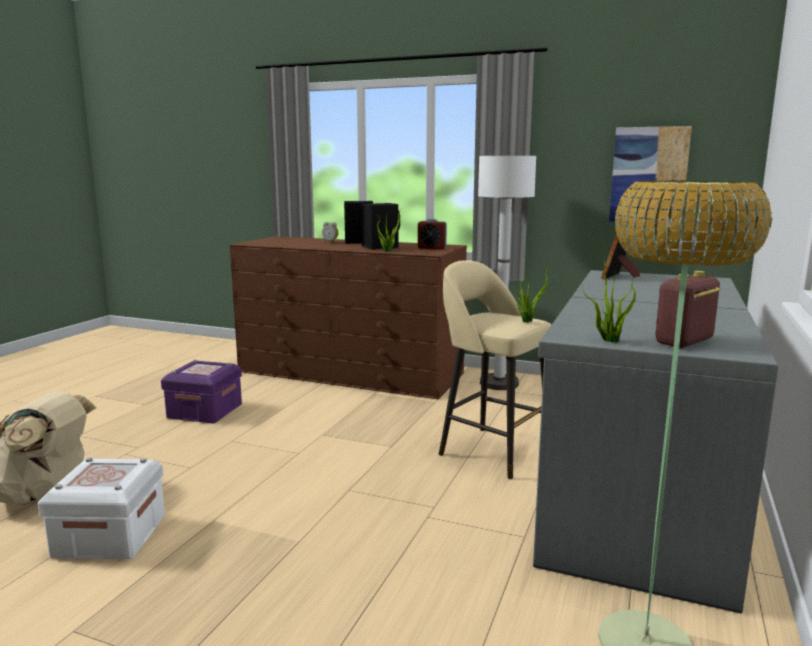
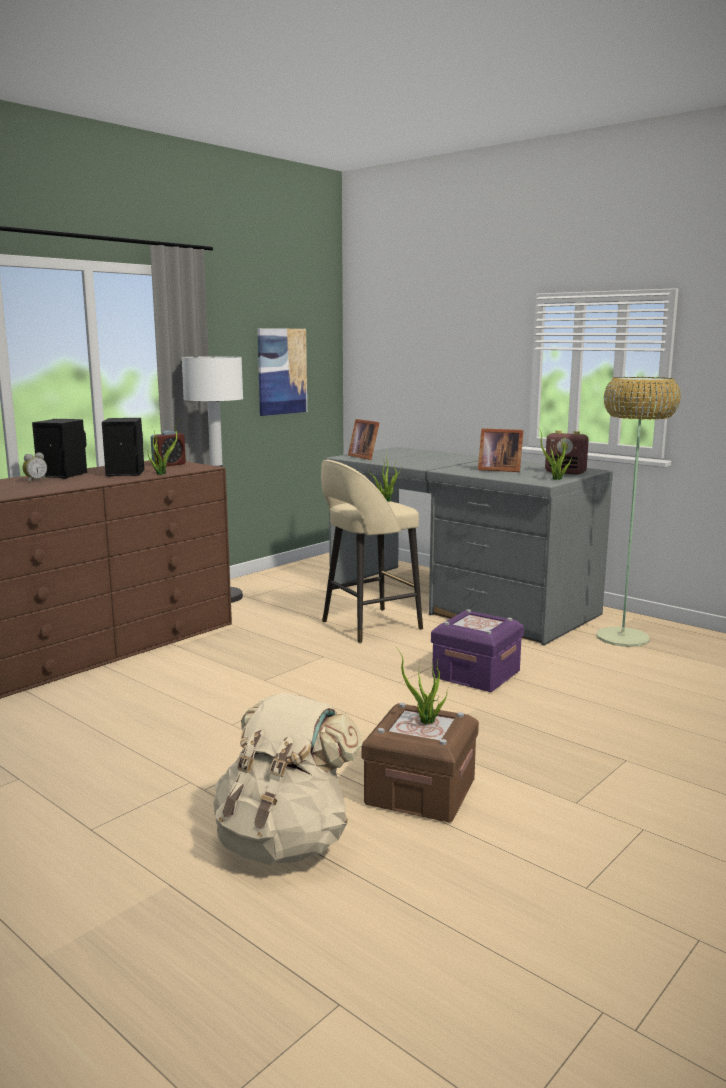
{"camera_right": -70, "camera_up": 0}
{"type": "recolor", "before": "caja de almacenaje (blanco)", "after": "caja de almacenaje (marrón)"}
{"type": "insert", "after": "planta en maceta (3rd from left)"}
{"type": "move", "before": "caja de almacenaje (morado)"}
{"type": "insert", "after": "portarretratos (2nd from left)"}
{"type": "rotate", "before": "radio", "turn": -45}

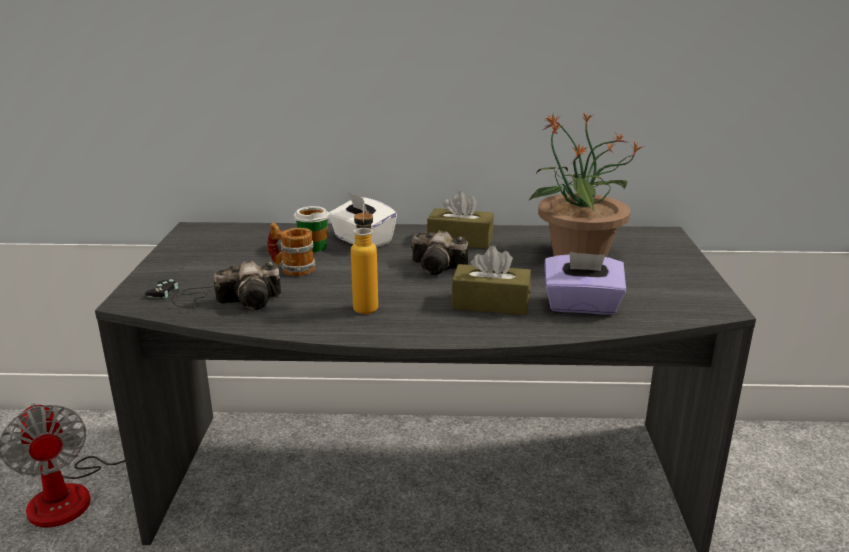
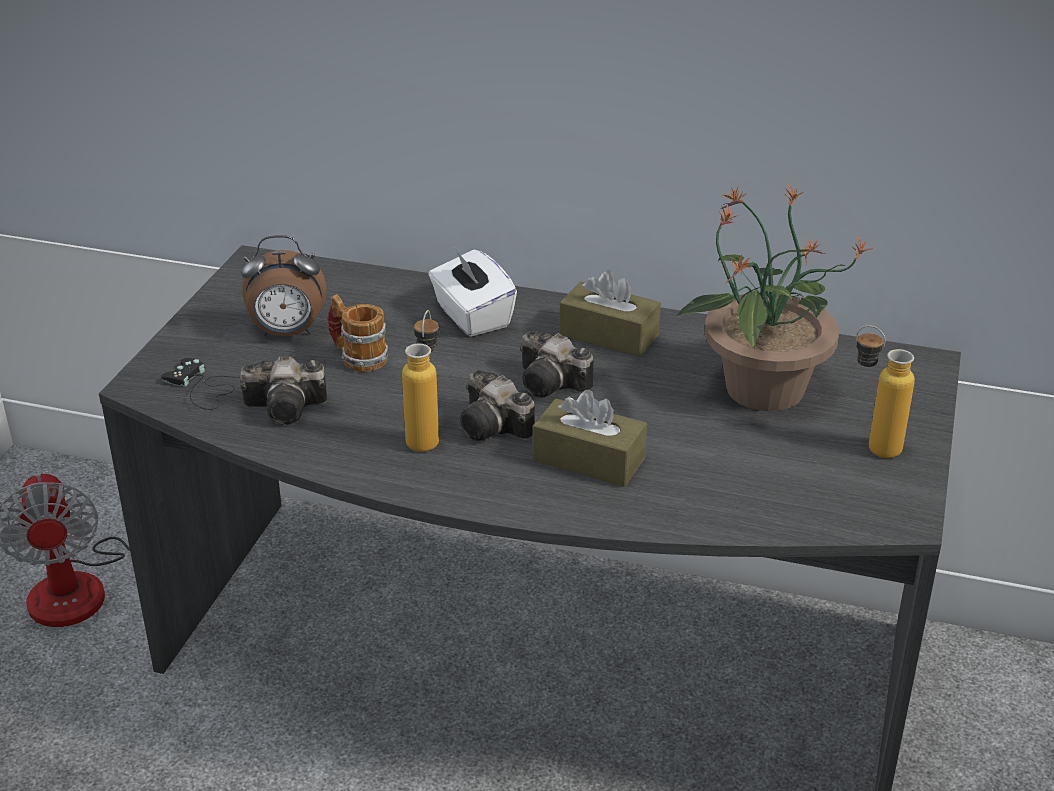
{"camera_right": 15, "camera_up": 10}
{"type": "insert", "after": "despertador"}
{"type": "insert", "after": "cámara (2nd from left)"}
{"type": "insert", "after": "botella (2nd from left)"}
{"type": "delete", "before": "taza"}
{"type": "delete", "before": "caja de pañuelos (morado)"}

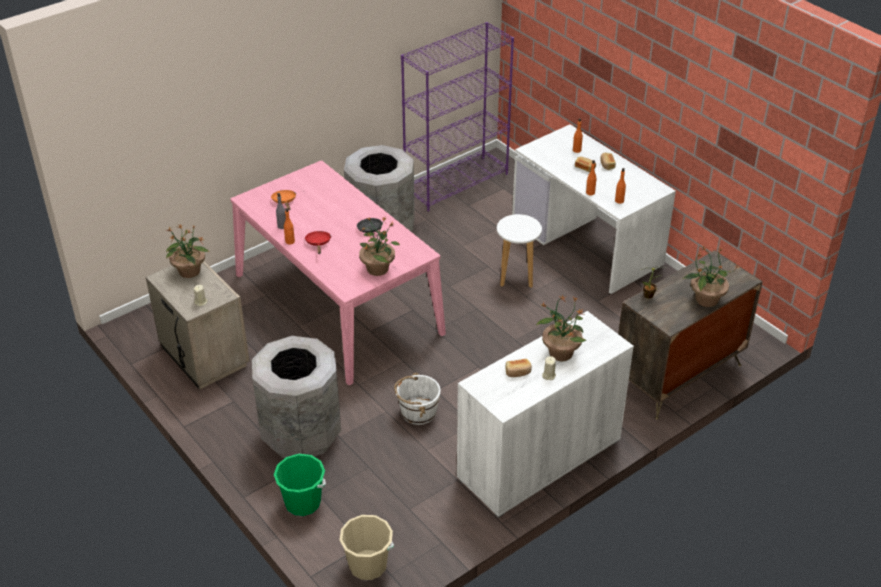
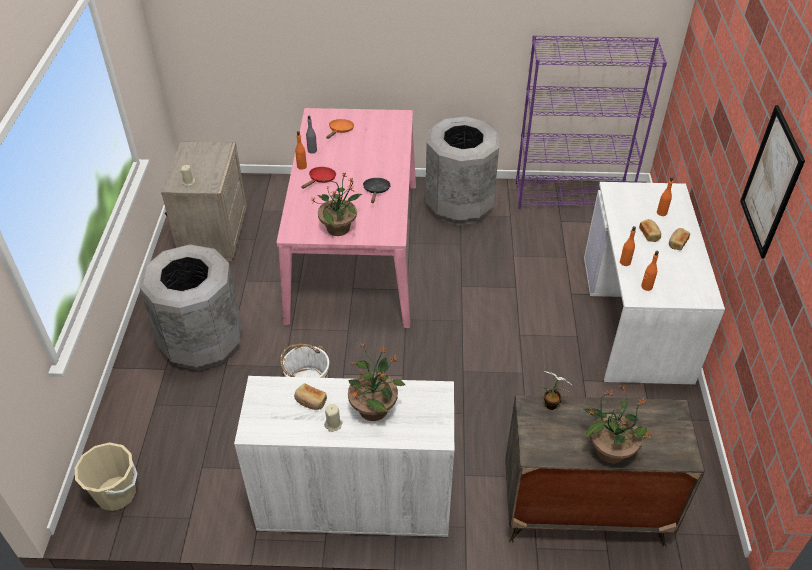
{"camera_right": 40, "camera_up": 5}
{"type": "insert", "after": "cuadro"}
{"type": "delete", "before": "planta en maceta (1st from left)"}
{"type": "delete", "before": "cubo (verde)"}
{"type": "delete", "before": "taburete (blanco)"}

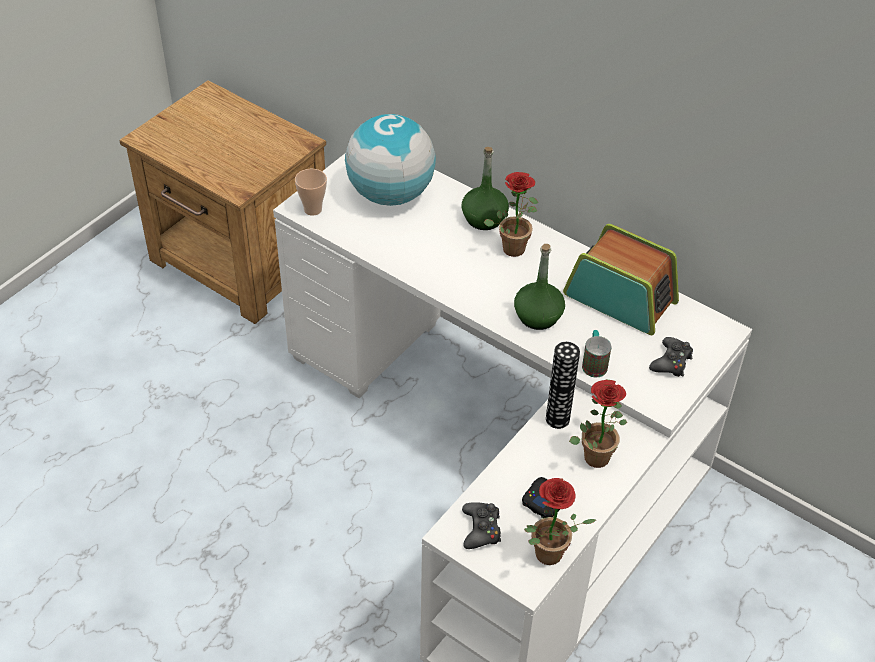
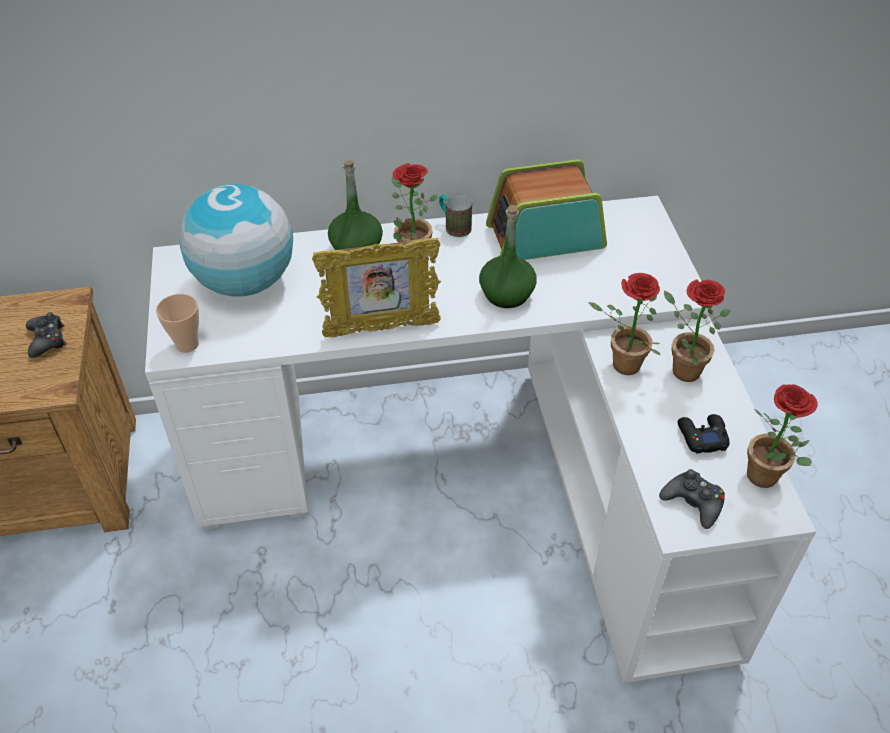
{"camera_right": -45, "camera_up": 0}
{"type": "move", "before": "mando de consola (negro) (3rd from left in the first image)", "after": "mando de consola (negro) (1st from left)"}
{"type": "insert", "after": "portarretratos"}
{"type": "move", "before": "taza grande"}
{"type": "replace", "before": "florero", "after": "planta en maceta (2nd from left)"}

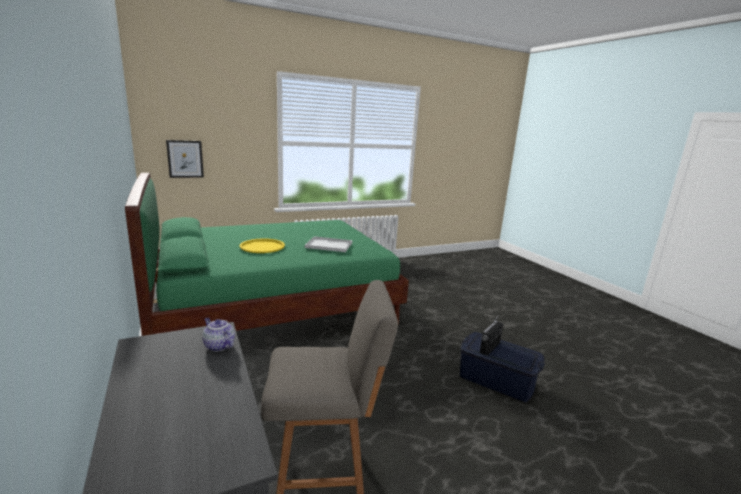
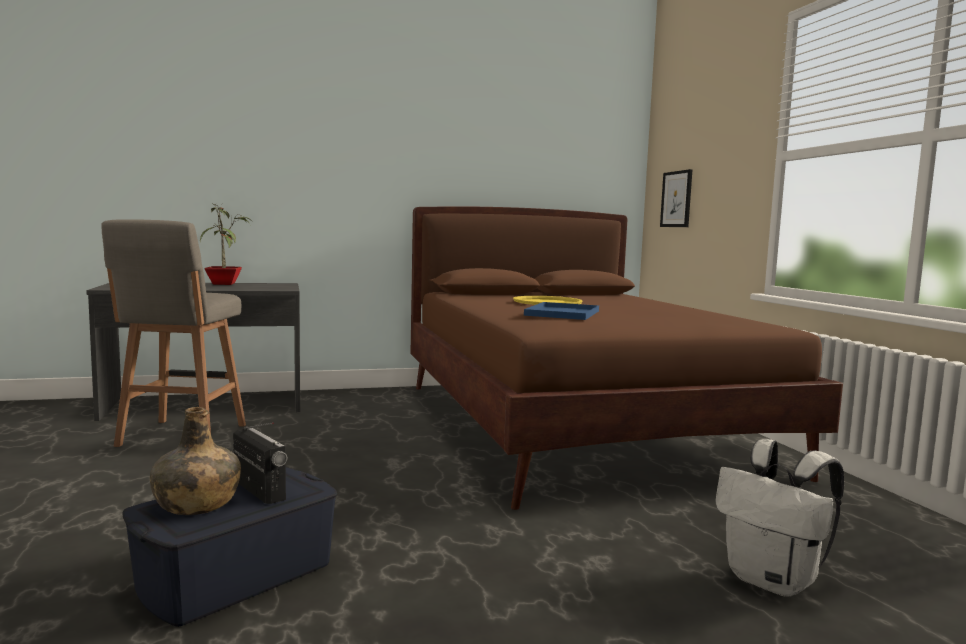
{"camera_right": 100, "camera_up": -10}
{"type": "insert", "after": "botella (verde)"}
{"type": "insert", "after": "planta en maceta"}
{"type": "recolor", "before": "cama (verde)", "after": "cama (marrón)"}
{"type": "recolor", "before": "bandeja (blanco)", "after": "bandeja (azul)"}
{"type": "insert", "after": "mochila (blanco)"}
{"type": "delete", "before": "tetera"}

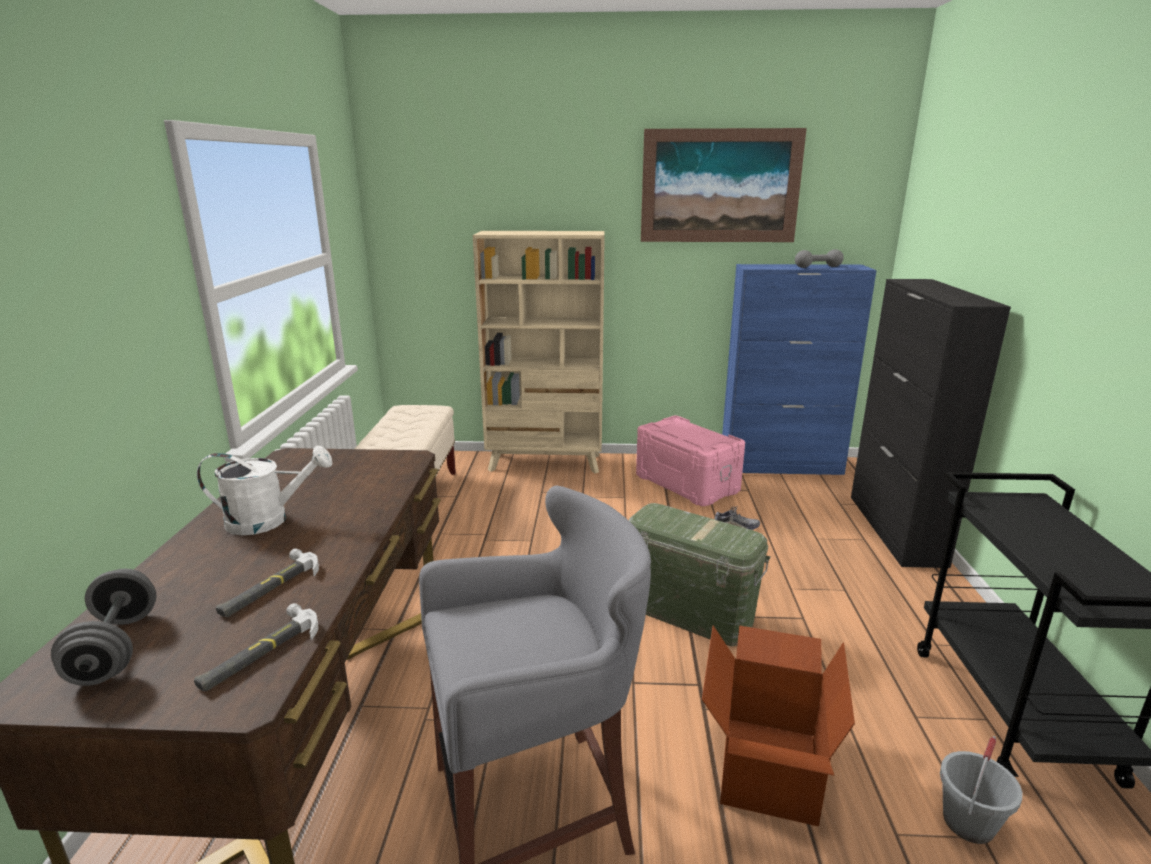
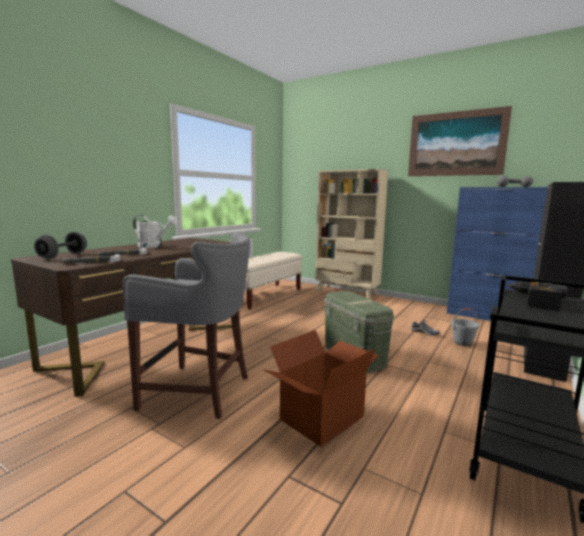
{"camera_right": 30, "camera_up": -10}
{"type": "move", "before": "cubo (gris)"}
{"type": "insert", "after": "taladro"}
{"type": "delete", "before": "caja de almacenaje (rosa)"}

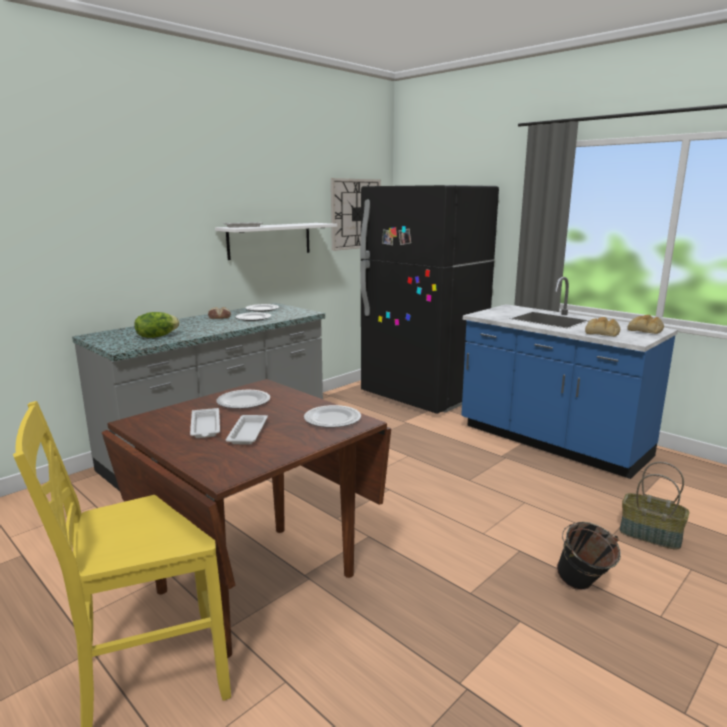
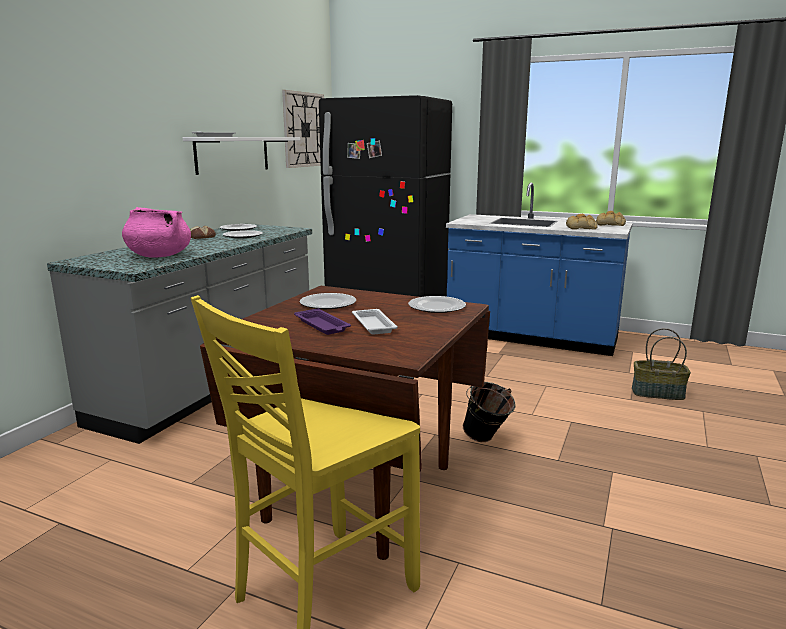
{"camera_right": -20, "camera_up": 0}
{"type": "replace", "before": "lechuga", "after": "olla (rosa)"}
{"type": "recolor", "before": "bandeja (blanco) (1st from left)", "after": "bandeja (morado)"}
{"type": "move", "before": "cubo (negro)"}

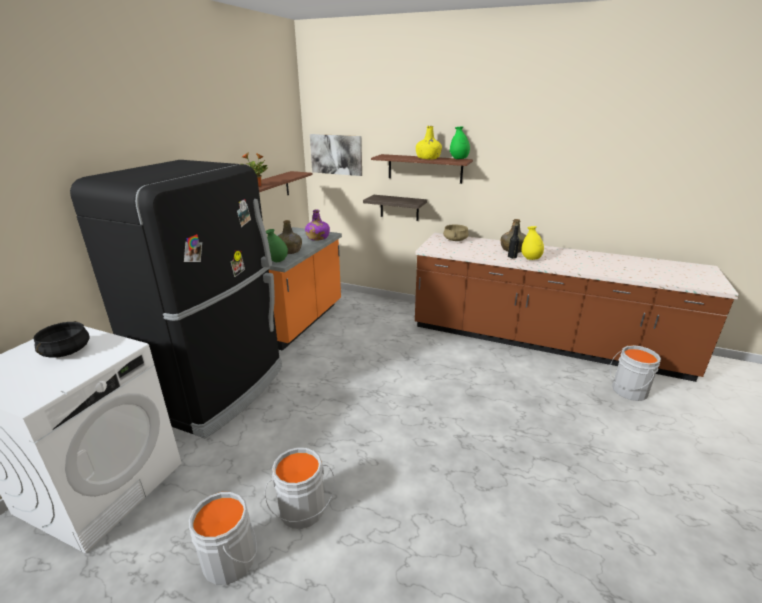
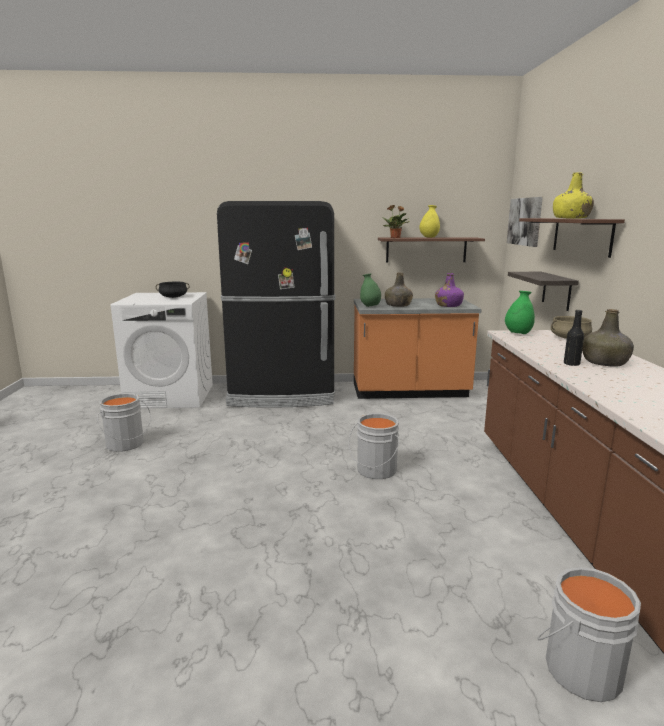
{"camera_right": 65, "camera_up": -10}
{"type": "move", "before": "cubo (gris) (2nd from left)"}
{"type": "move", "before": "florero (amarillo)"}
{"type": "move", "before": "florero (verde) (2nd from left)"}

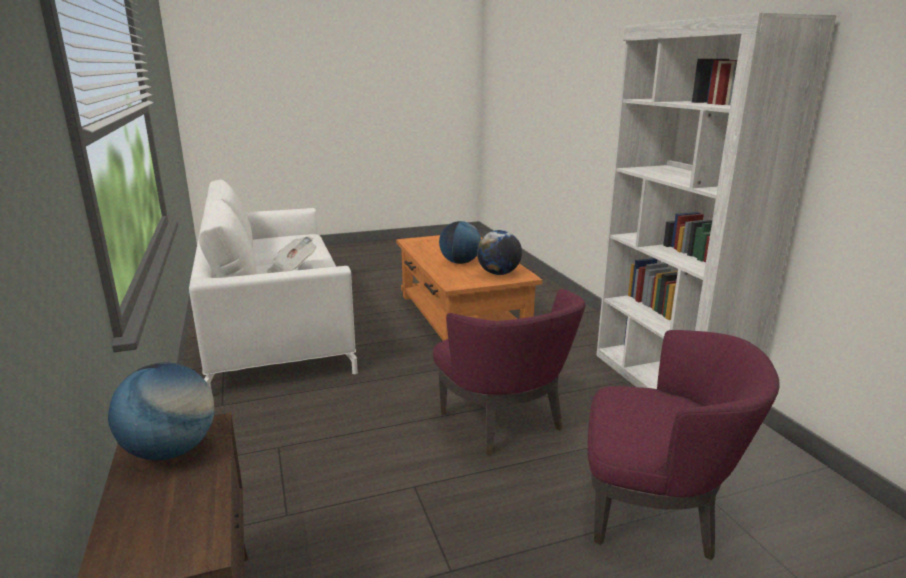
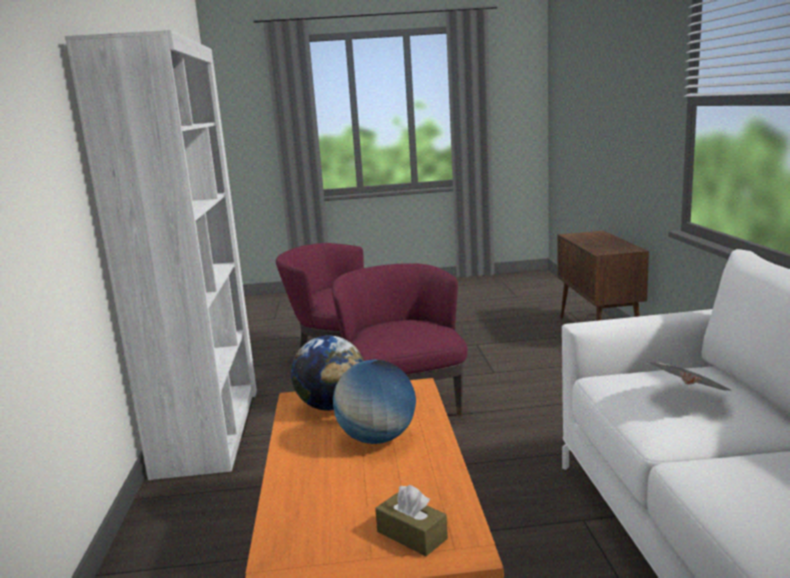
{"camera_right": -165, "camera_up": -5}
{"type": "insert", "after": "caja de pañuelos (marrón)"}
{"type": "delete", "before": "globo terráqueo (1st from left)"}

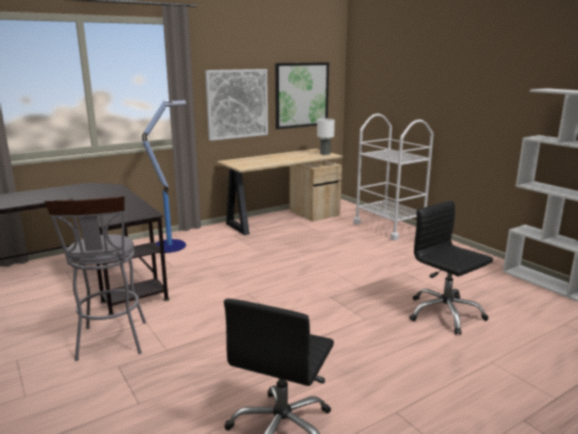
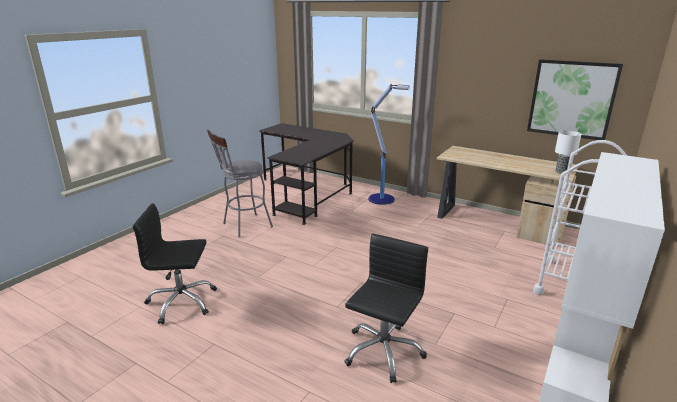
{"camera_right": 65, "camera_up": 5}
{"type": "delete", "before": "cuadro (1st from left)"}

